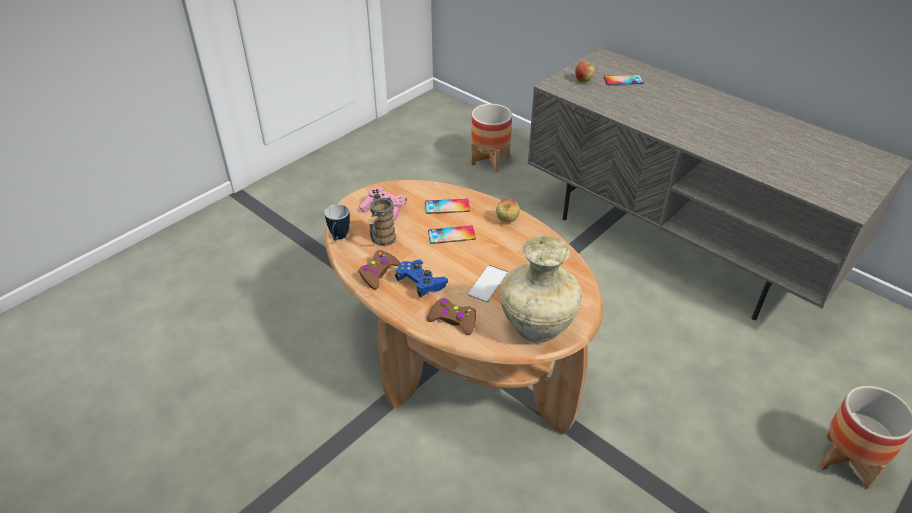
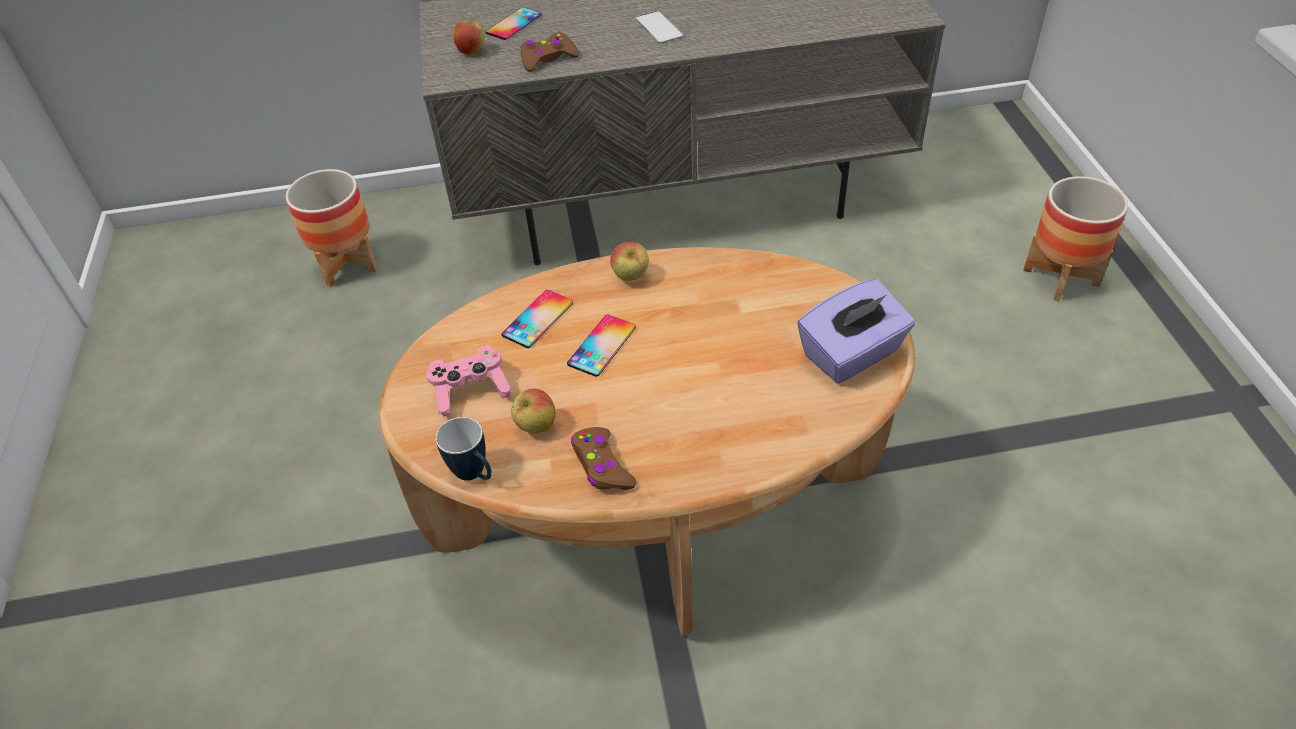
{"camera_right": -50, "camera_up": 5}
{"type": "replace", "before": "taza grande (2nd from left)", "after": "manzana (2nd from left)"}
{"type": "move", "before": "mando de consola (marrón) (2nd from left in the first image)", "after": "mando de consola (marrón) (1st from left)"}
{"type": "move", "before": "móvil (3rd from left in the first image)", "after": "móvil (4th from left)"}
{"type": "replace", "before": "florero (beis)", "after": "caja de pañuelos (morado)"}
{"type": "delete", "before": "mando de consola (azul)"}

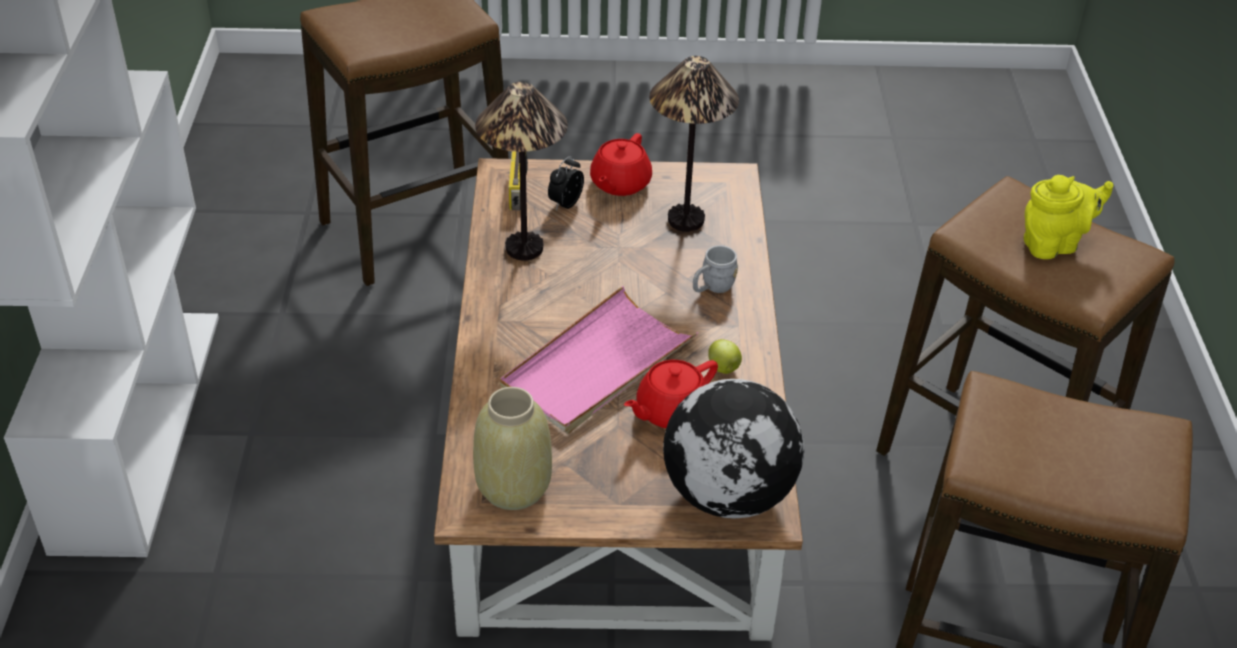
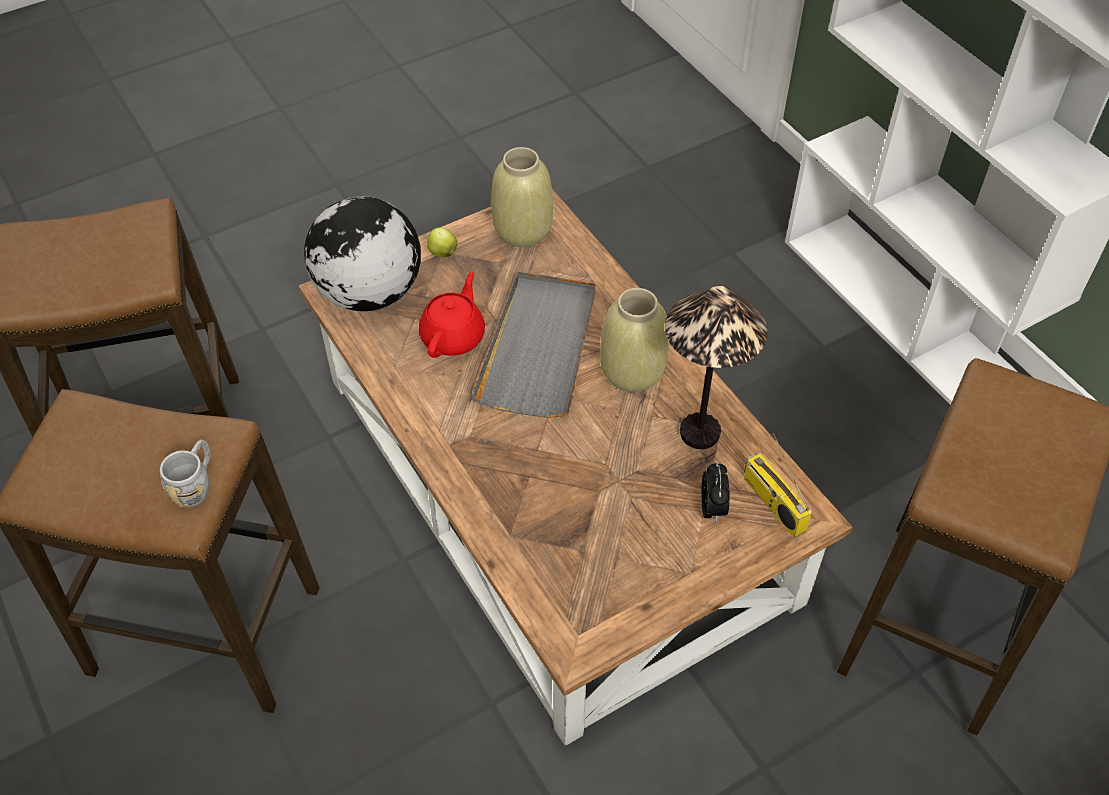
{"camera_right": 150, "camera_up": 10}
{"type": "move", "before": "taza grande (gris)"}
{"type": "move", "before": "manzana"}
{"type": "recolor", "before": "bandeja (rosa)", "after": "bandeja (gris)"}
{"type": "insert", "after": "florero (beis) (2nd from left)"}
{"type": "delete", "before": "tetera (rojo) (1st from left)"}
{"type": "delete", "before": "lámpara de mesa (2nd from left)"}
{"type": "delete", "before": "tetera (amarillo)"}

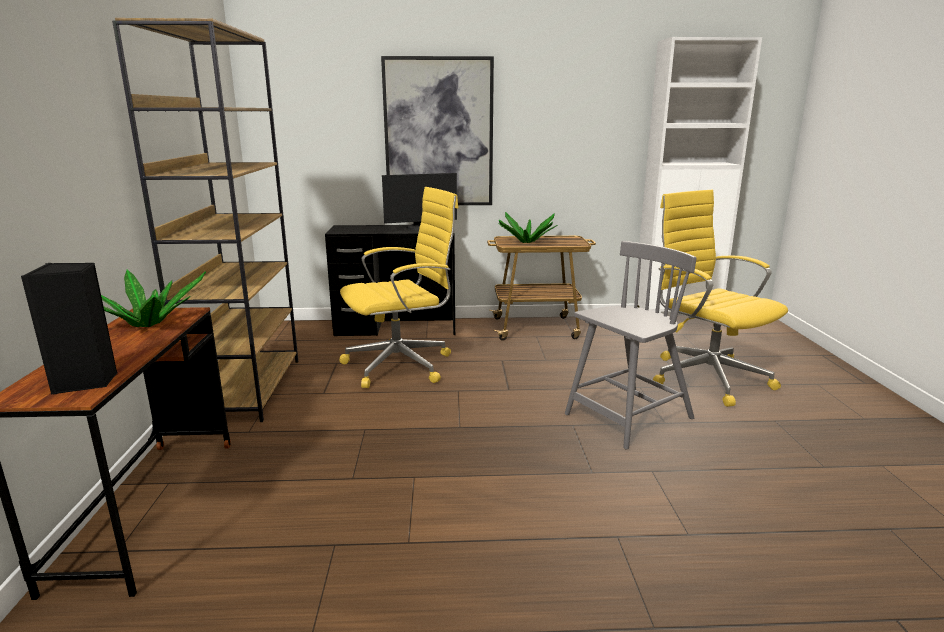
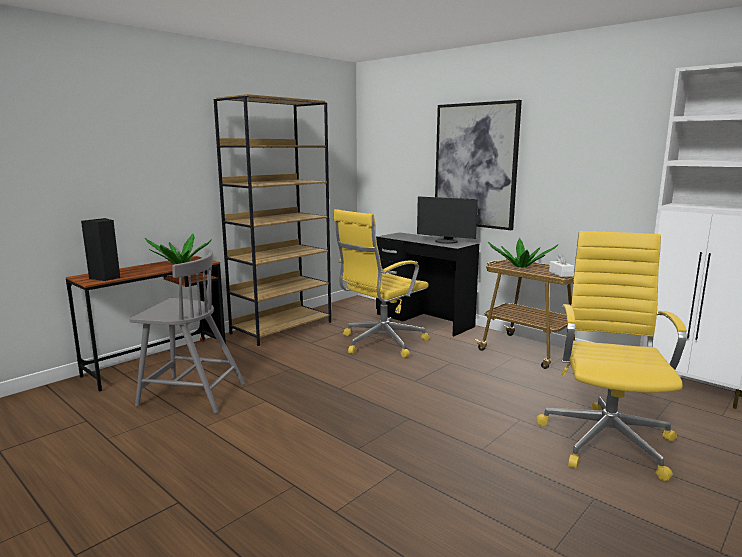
{"camera_right": 45, "camera_up": -5}
{"type": "move", "before": "silla (gris)"}
{"type": "rotate", "before": "silla de oficina (amarillo) (1st from left)", "turn": 120}
{"type": "insert", "after": "caja de pañuelos (blanco)"}

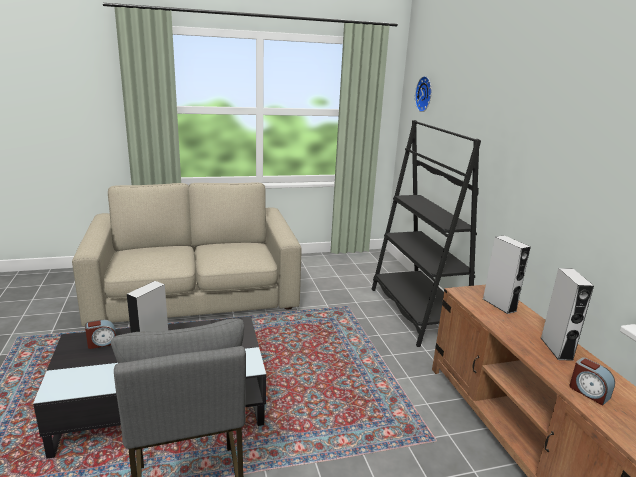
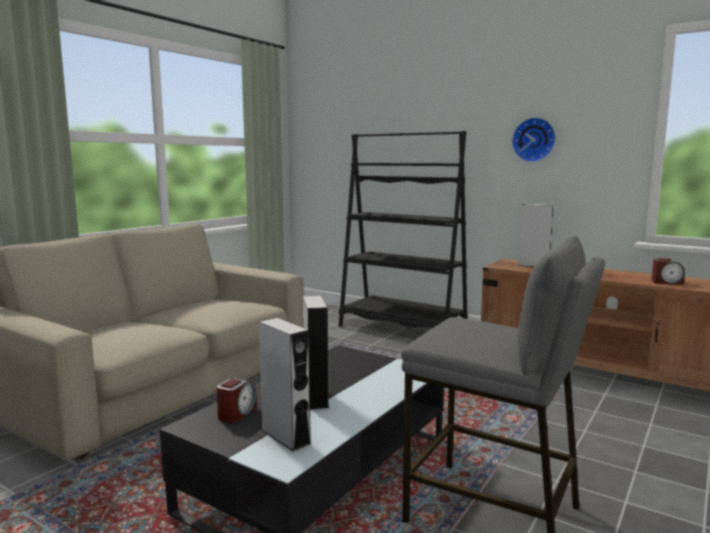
{"camera_right": -40, "camera_up": -10}
{"type": "move", "before": "altavoz (gris) (3rd from left in the first image)", "after": "altavoz (gris) (1st from left)"}
{"type": "move", "before": "reloj de pared"}

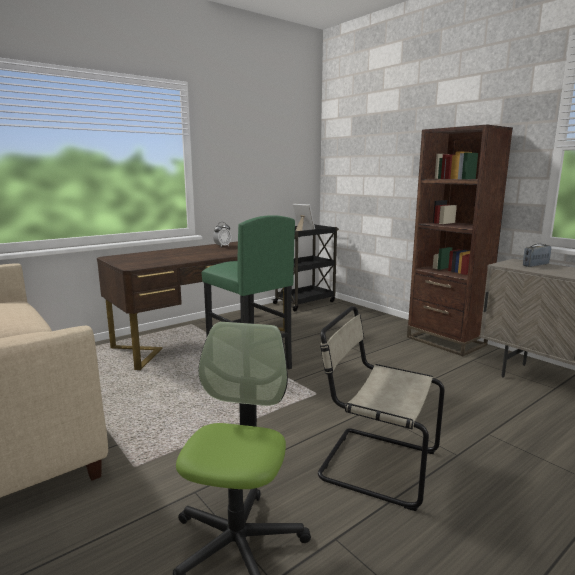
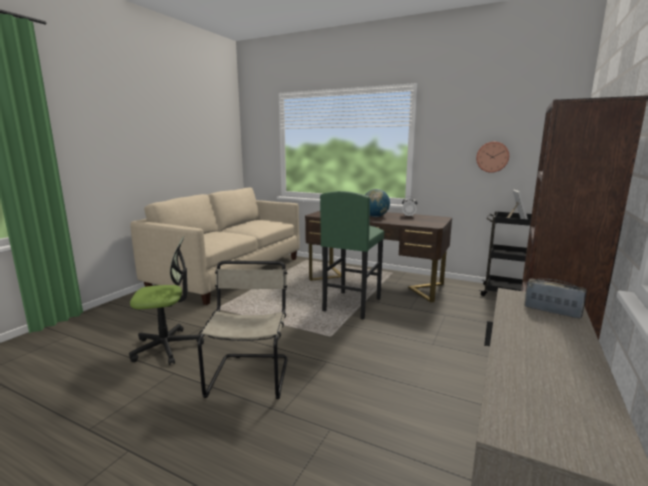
{"camera_right": 65, "camera_up": 0}
{"type": "insert", "after": "globo terráqueo"}
{"type": "insert", "after": "reloj de pared"}

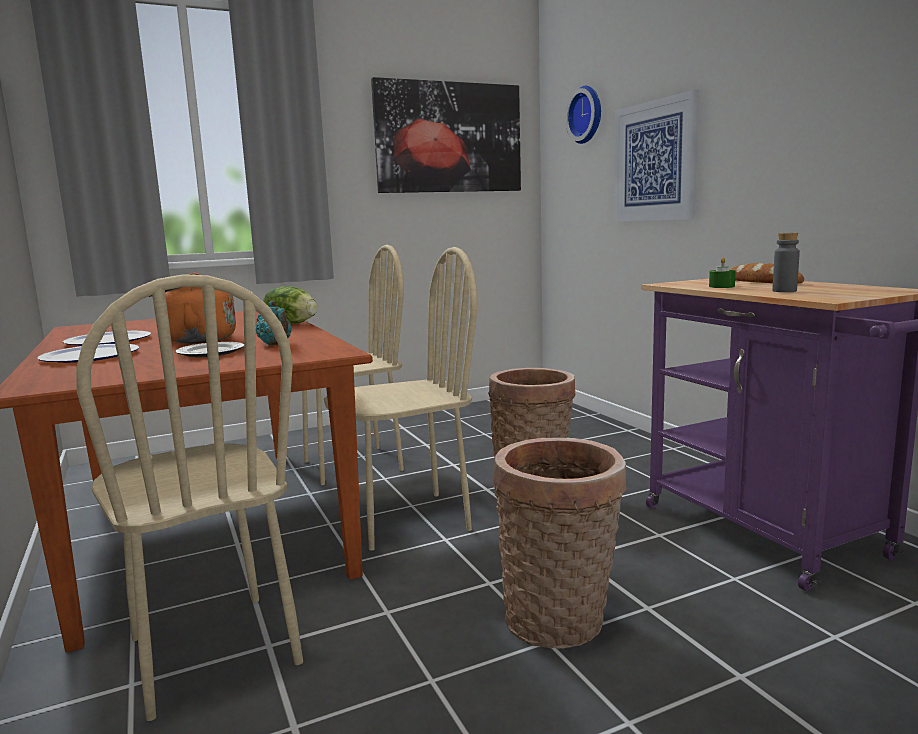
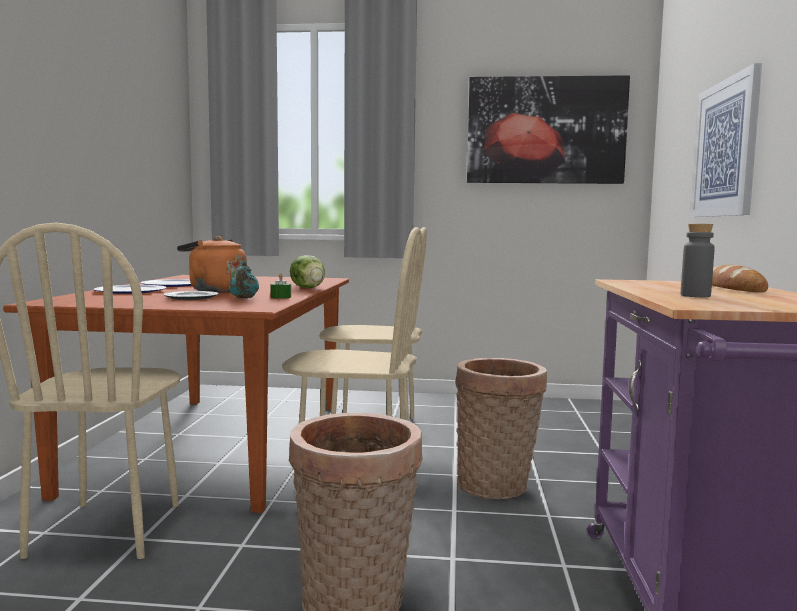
{"camera_right": 30, "camera_up": -5}
{"type": "move", "before": "vela (verde)"}
{"type": "delete", "before": "reloj de pared"}

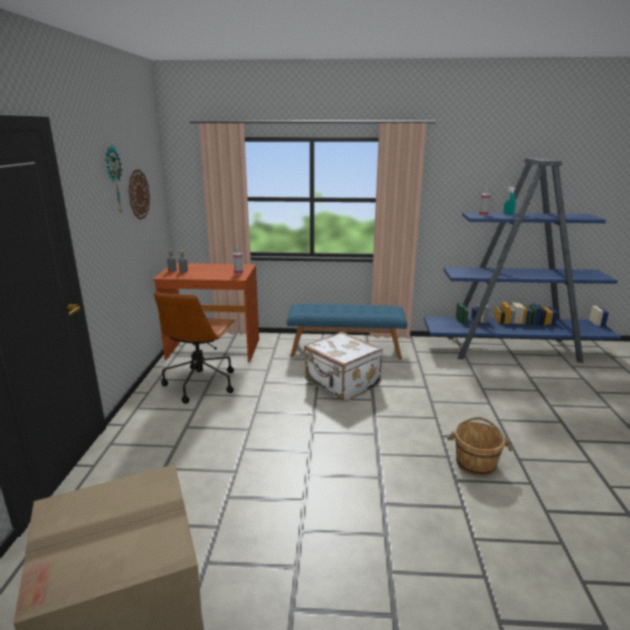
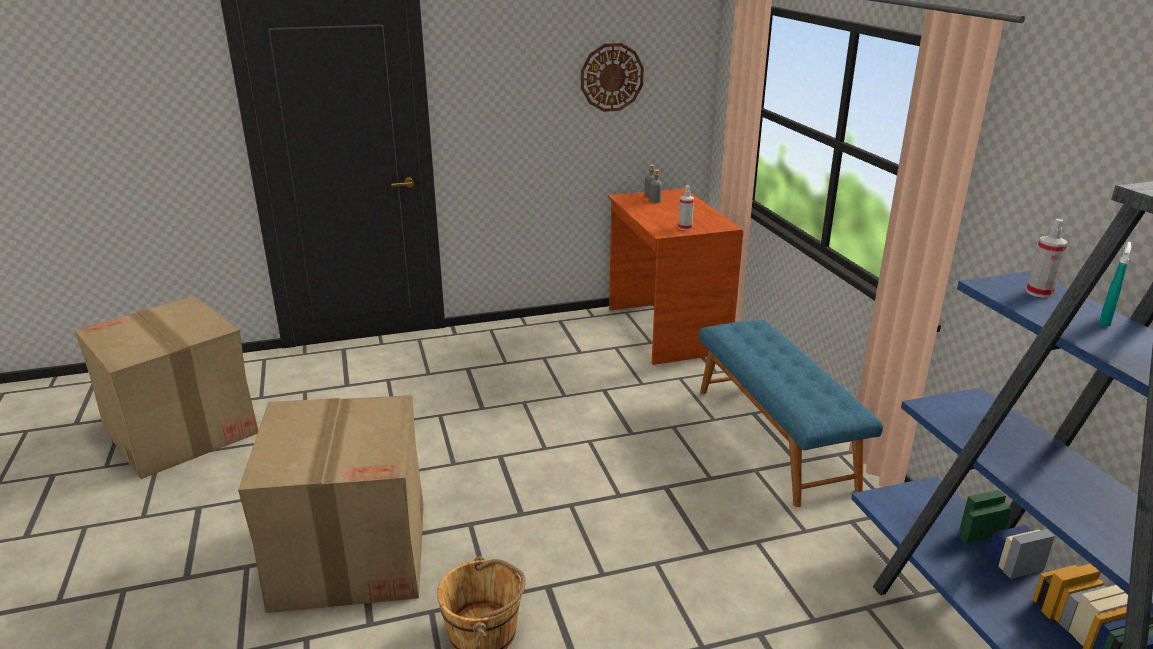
{"camera_right": 70, "camera_up": 5}
{"type": "insert", "after": "caja de cartón (2nd from left)"}
{"type": "delete", "before": "reloj de pared (1st from left)"}
{"type": "delete", "before": "silla de oficina (marrón)"}
{"type": "delete", "before": "maleta (blanco)"}

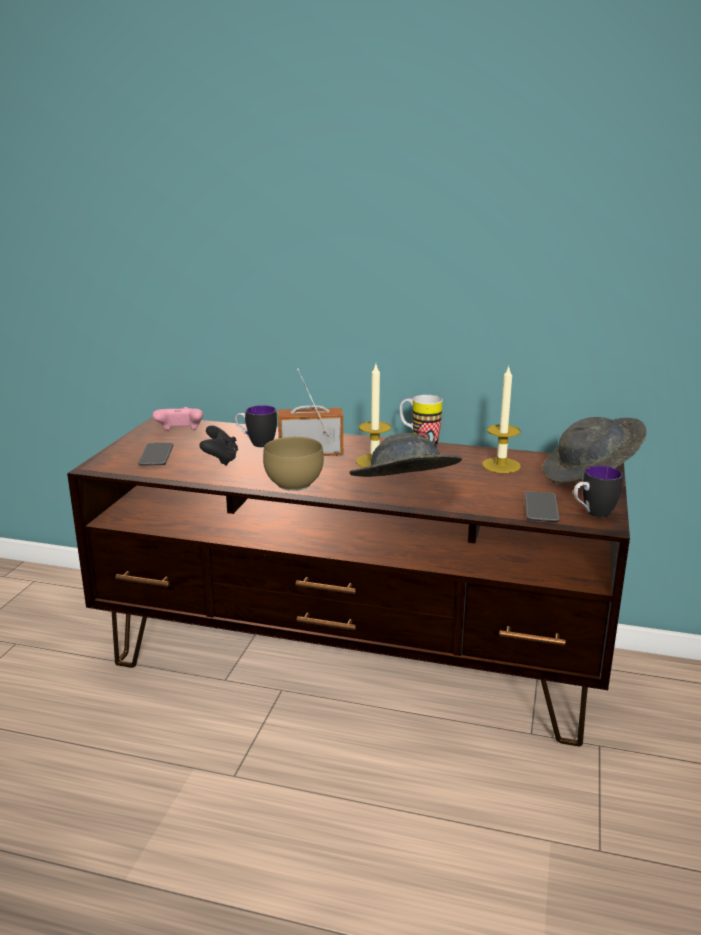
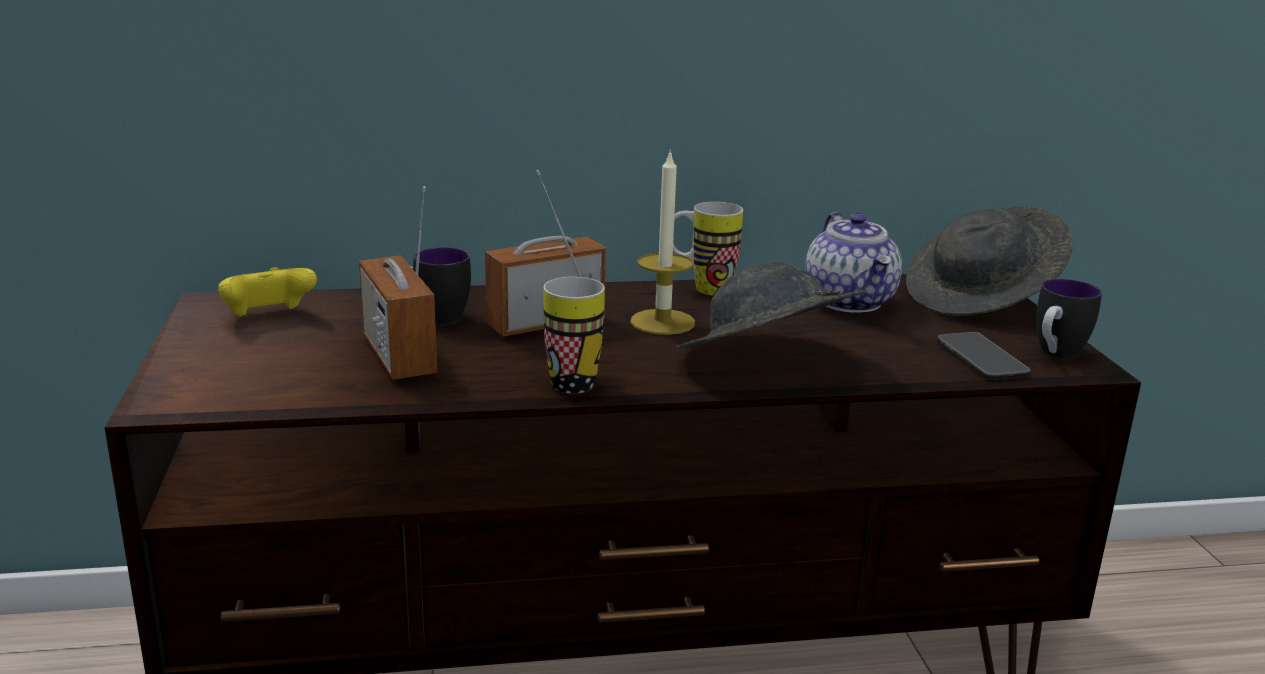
{"camera_right": -25, "camera_up": 0}
{"type": "recolor", "before": "mando de consola (rosa)", "after": "mando de consola (amarillo)"}
{"type": "replace", "before": "mando de consola (negro)", "after": "radio (1st from left)"}
{"type": "replace", "before": "cuenco (marrón)", "after": "taza grande (2nd from left)"}
{"type": "replace", "before": "vela (2nd from left)", "after": "tetera"}
{"type": "delete", "before": "móvil (1st from left)"}

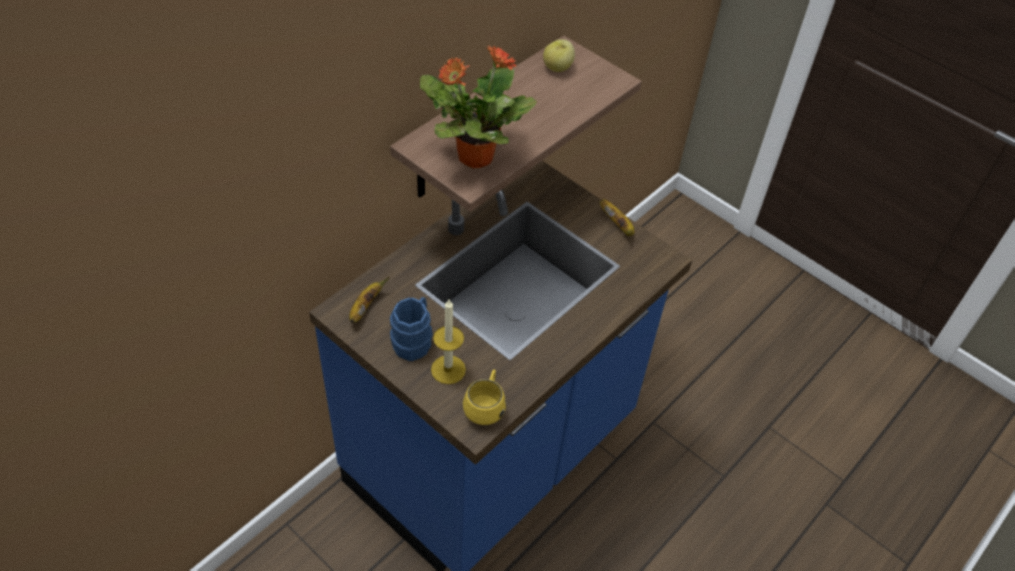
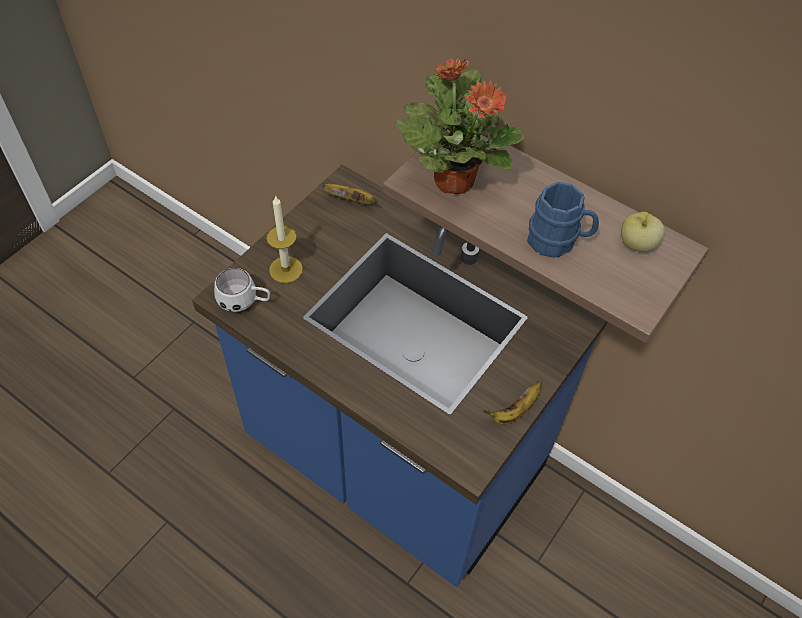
{"camera_right": 85, "camera_up": 5}
{"type": "recolor", "before": "taza grande (amarillo)", "after": "taza grande (blanco)"}
{"type": "move", "before": "taza grande (azul)"}

